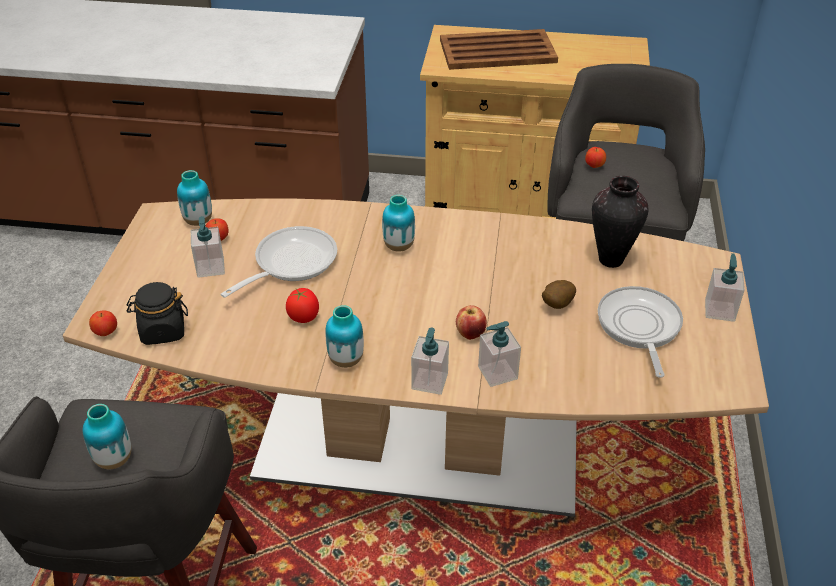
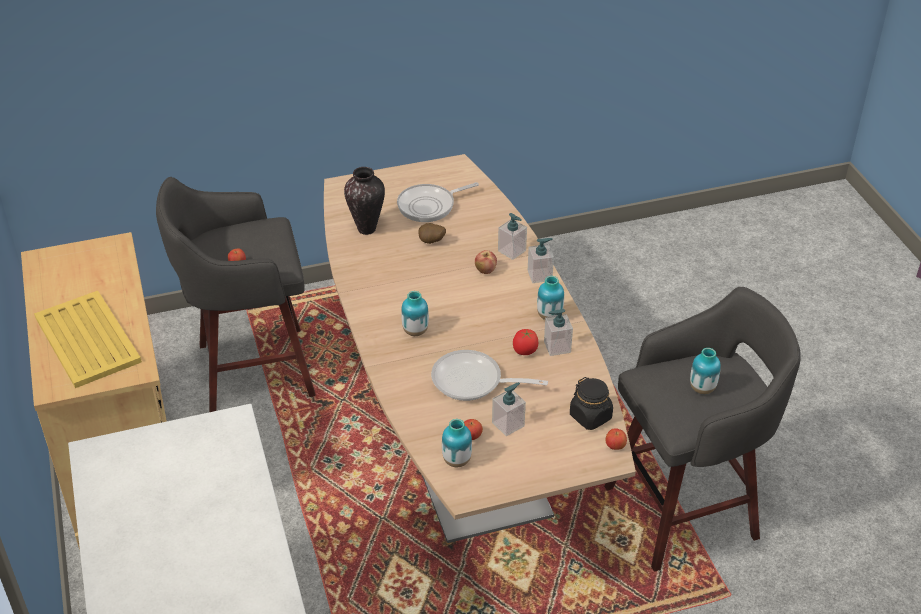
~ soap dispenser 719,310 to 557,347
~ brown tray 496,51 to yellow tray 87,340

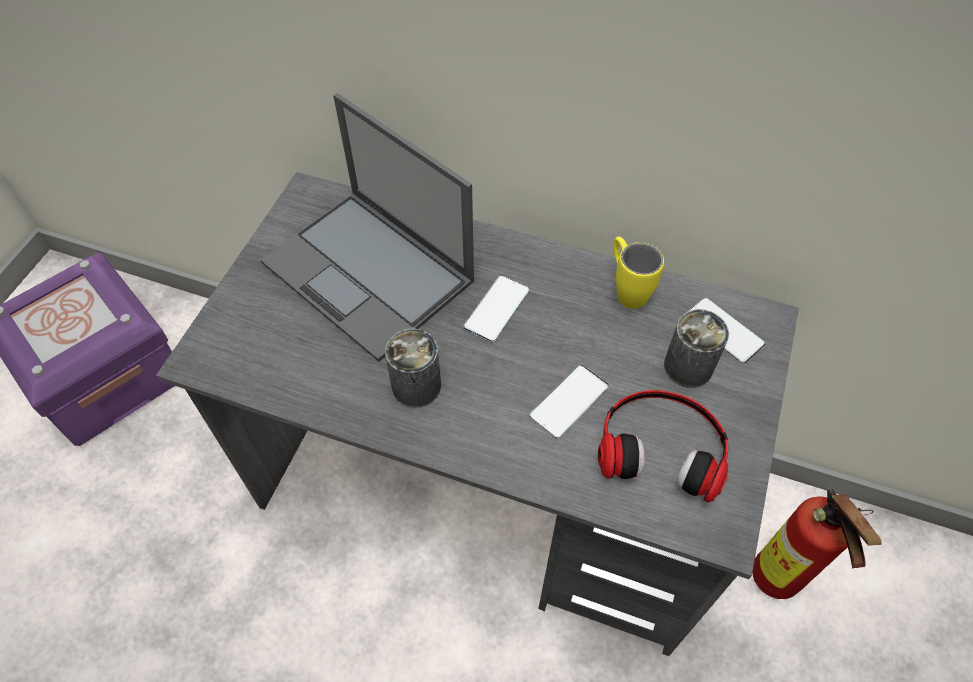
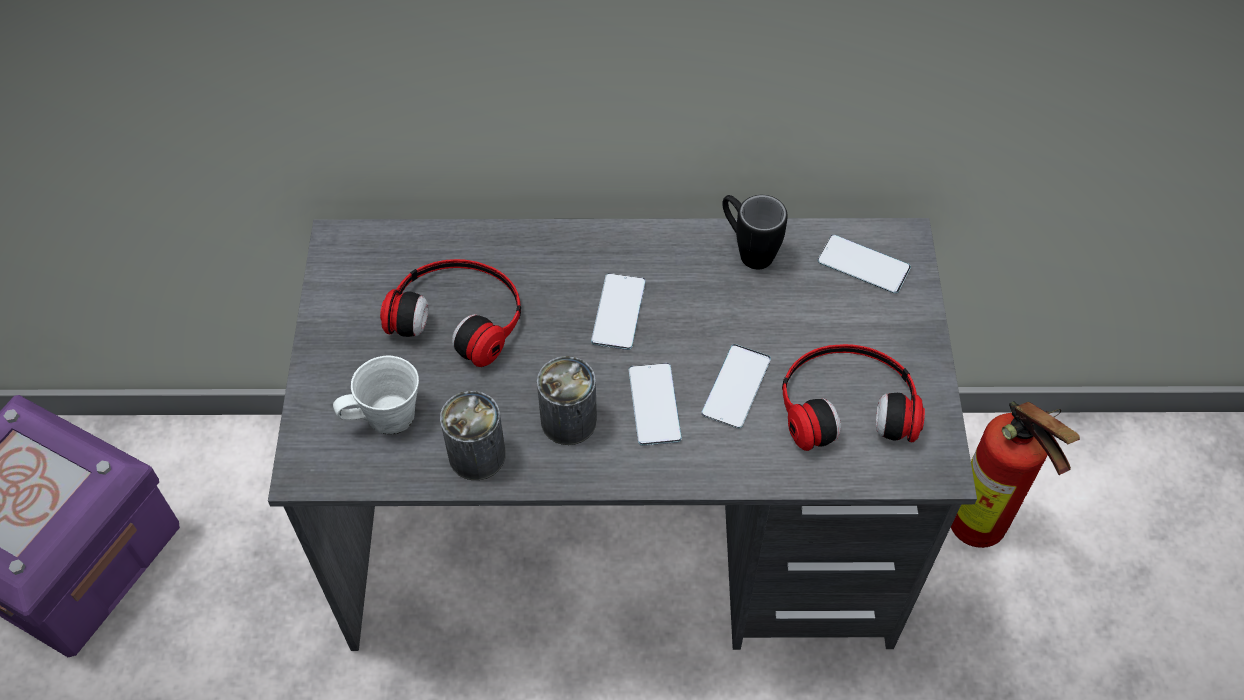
+ white mug 387,416
+ phone 654,404
~ can 688,366 to 477,455
~ laptop 370,273 to headphones 459,313
~ yellow mug 626,289 to black mug 747,250

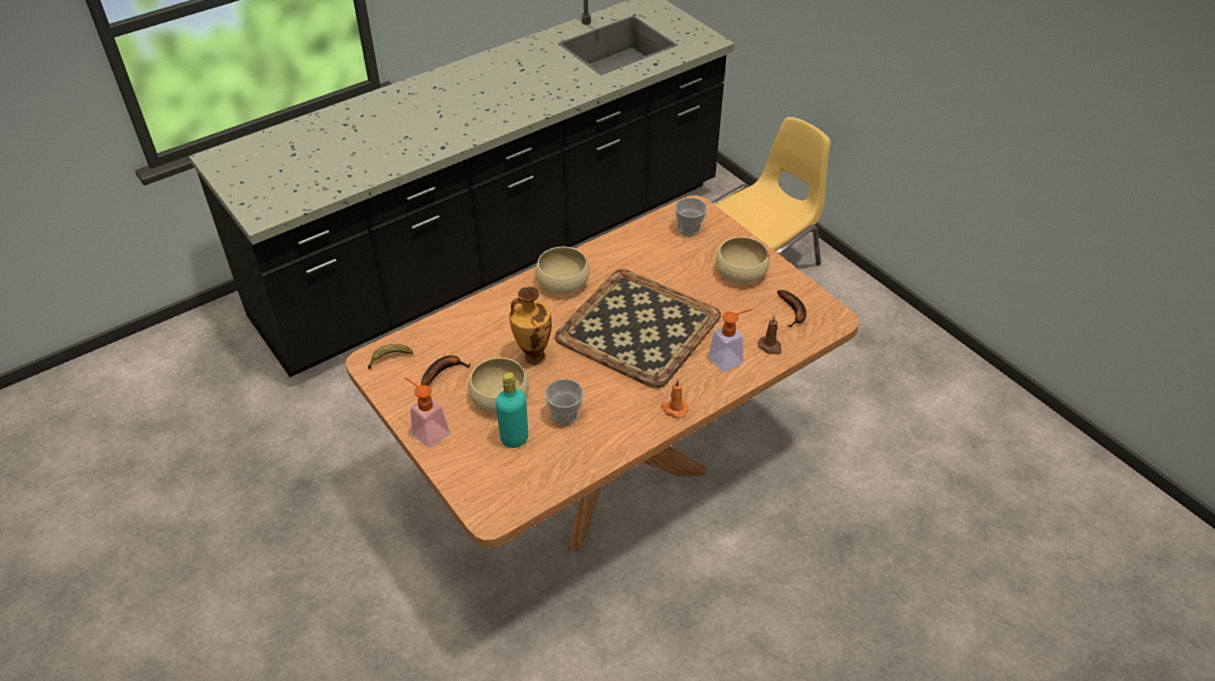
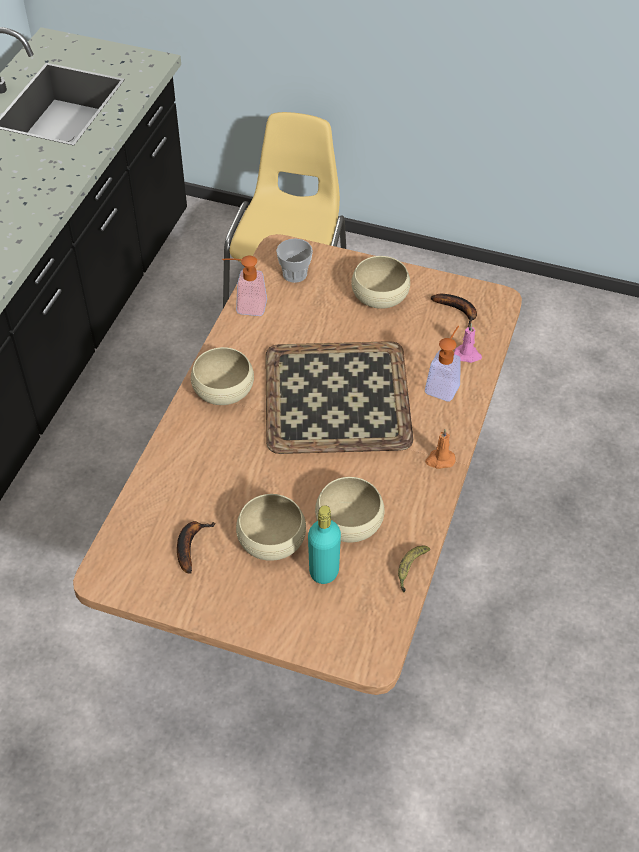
- vase 533,357
~ banana 389,359 to 410,569
~ soap dispenser 426,431 to 245,306
~ cup 565,415 to beige bowl 349,521
~ brown candle 770,347 to pink candle 468,355

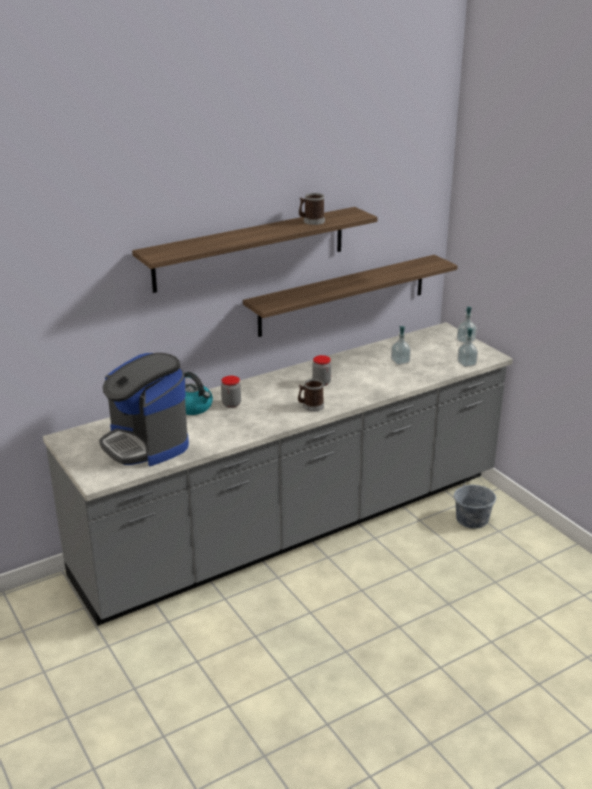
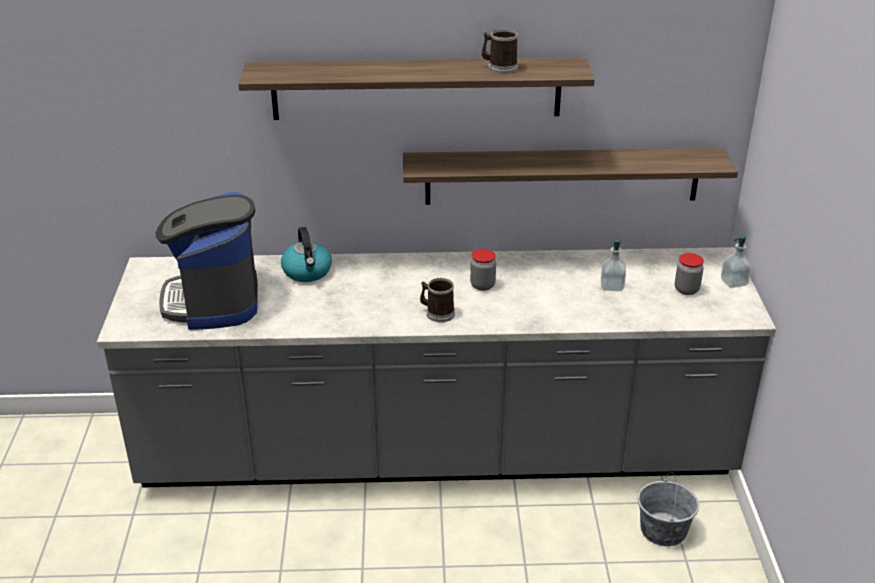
- soap dispenser 466,363
~ jar 231,404 to 686,289

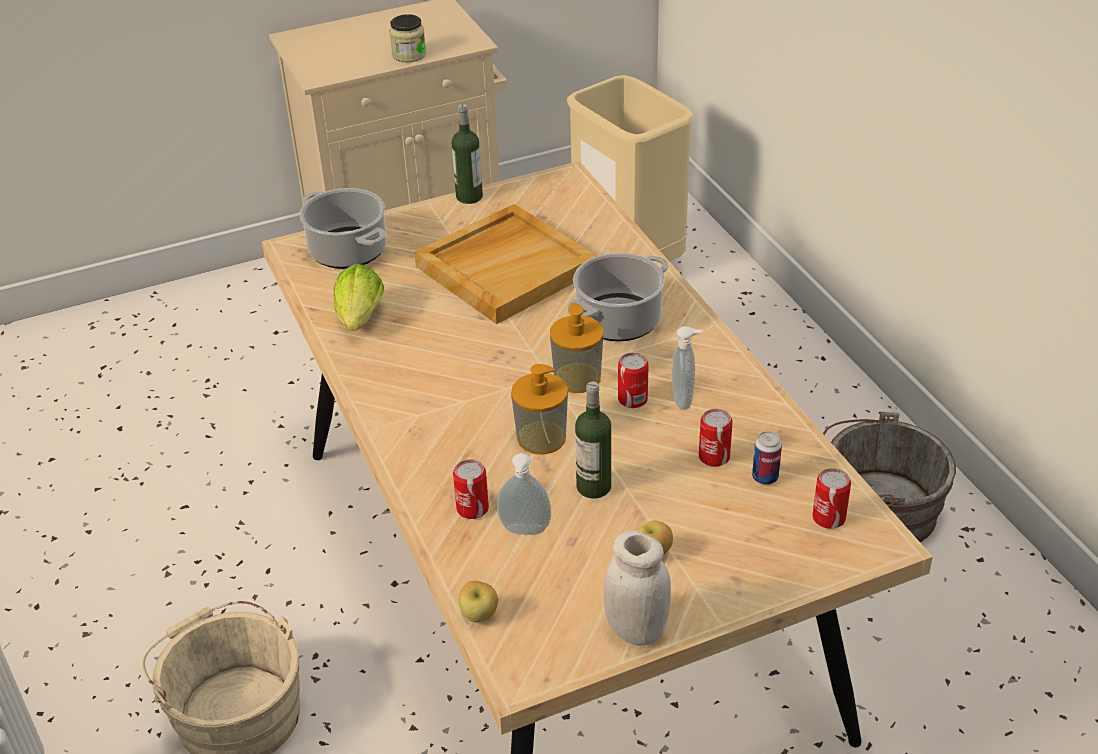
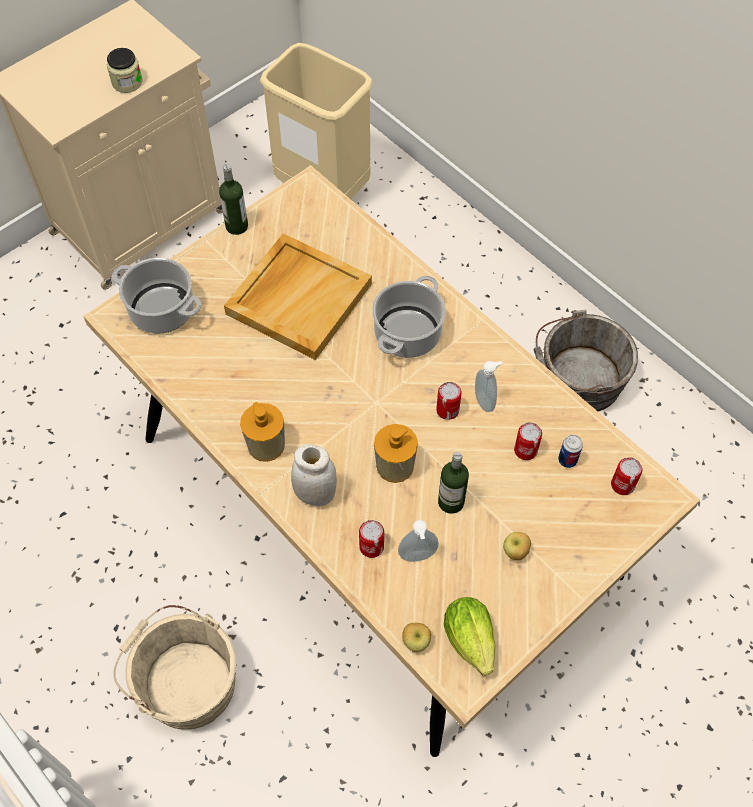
~ lettuce 359,321 to 472,644
~ soap dispenser 577,378 to 266,445
~ white jar 636,630 to 315,494

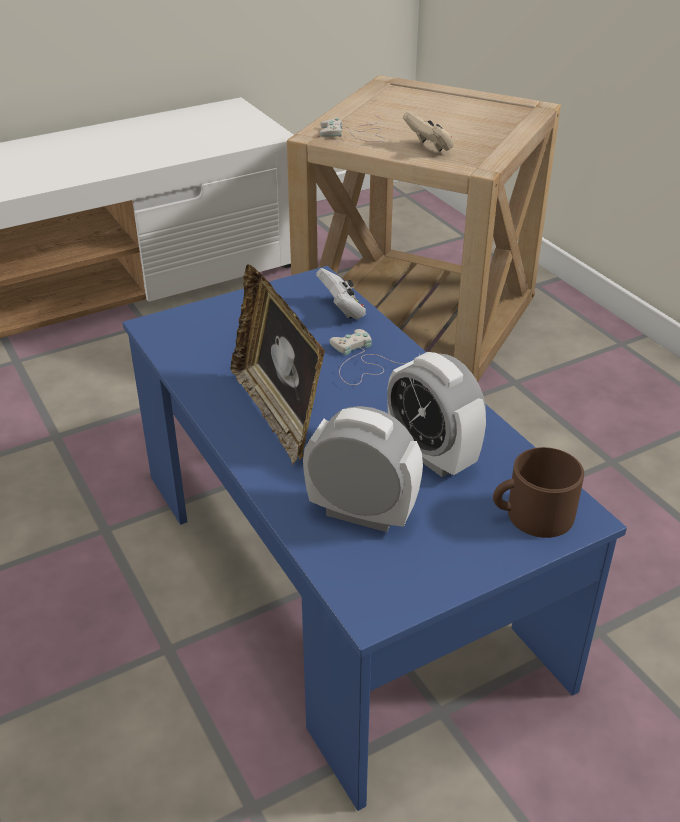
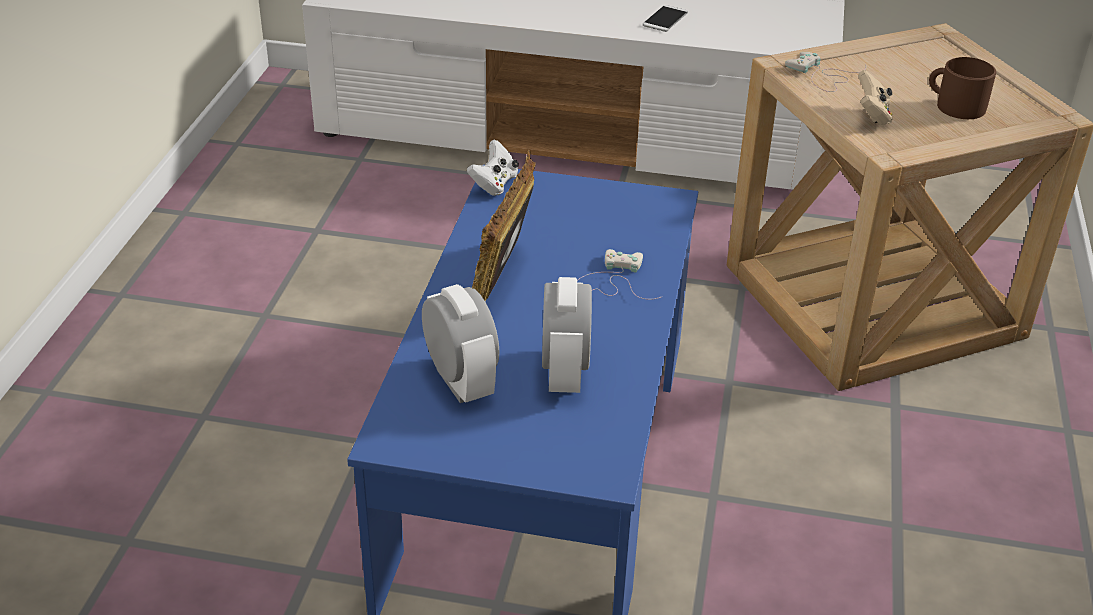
+ phone 665,19
~ white game controller 342,310 to 494,184
~ brown mug 531,515 to 954,105

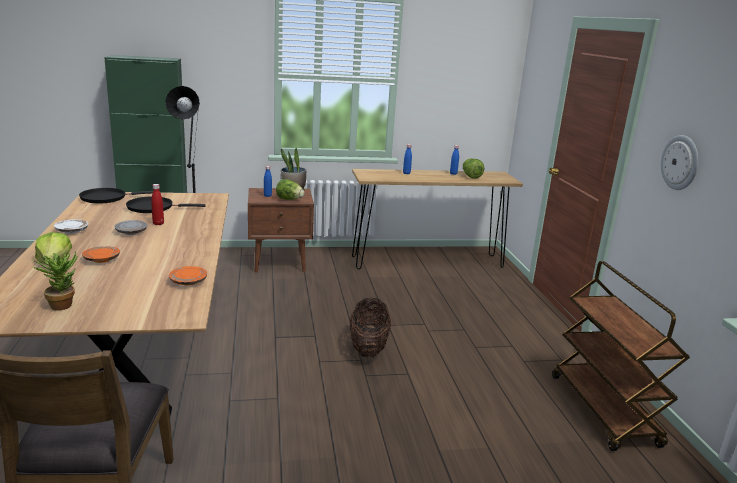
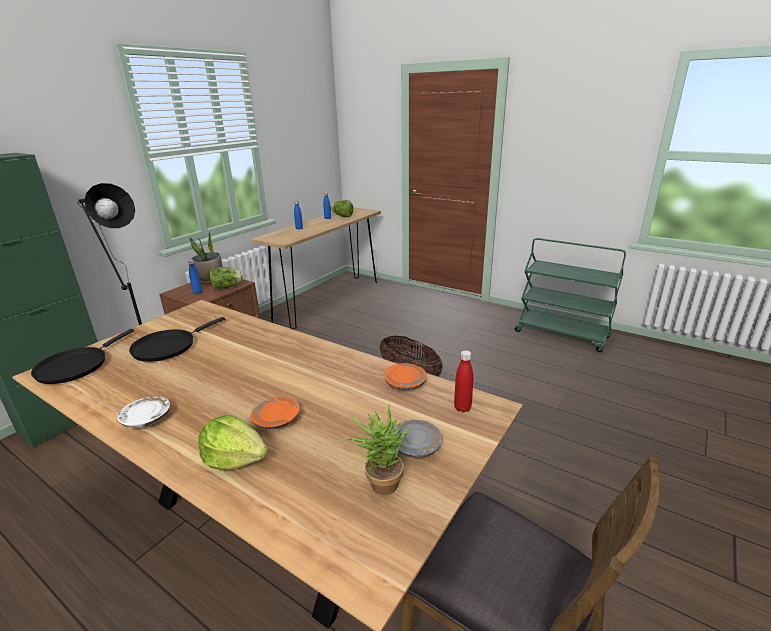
- wall clock 680,162
~ grey plate 131,232 to 416,446
~ red bottle 158,223 to 462,408
~ brown cart 604,411 to green cart 562,334

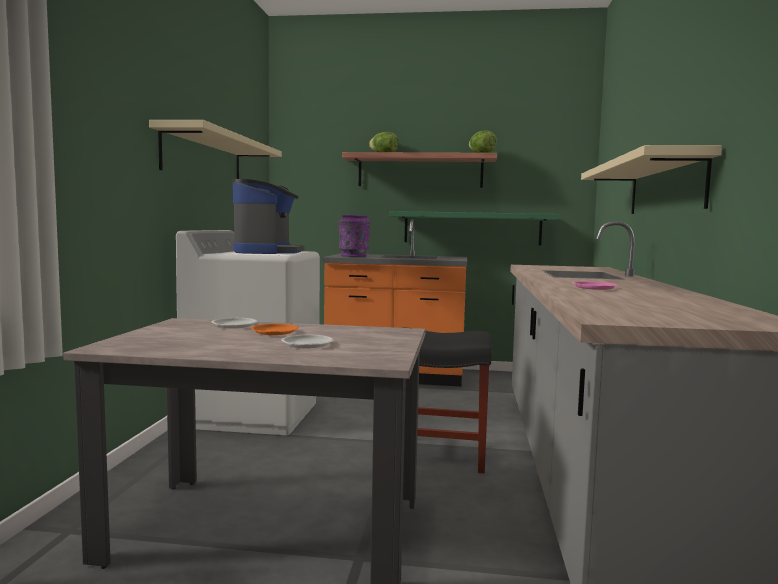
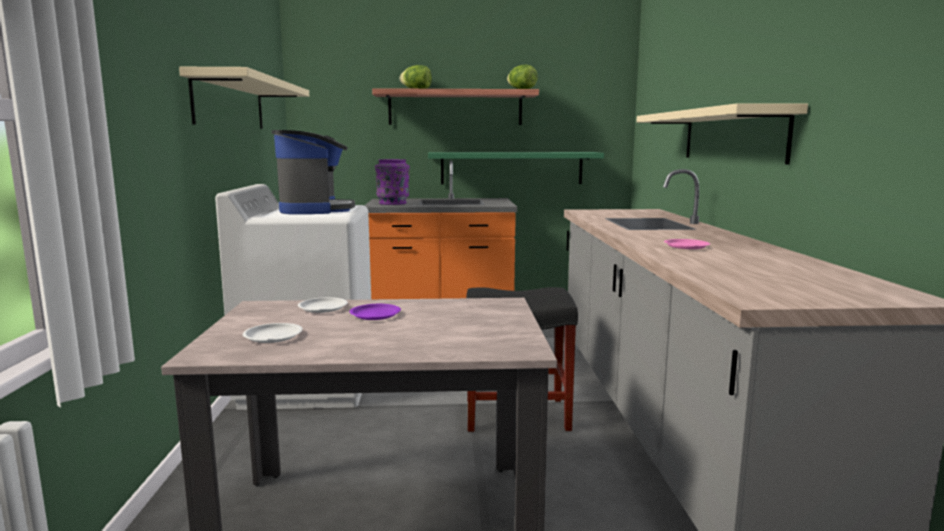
~ white plate 307,344 to 272,336
~ orange plate 274,332 to purple plate 375,315

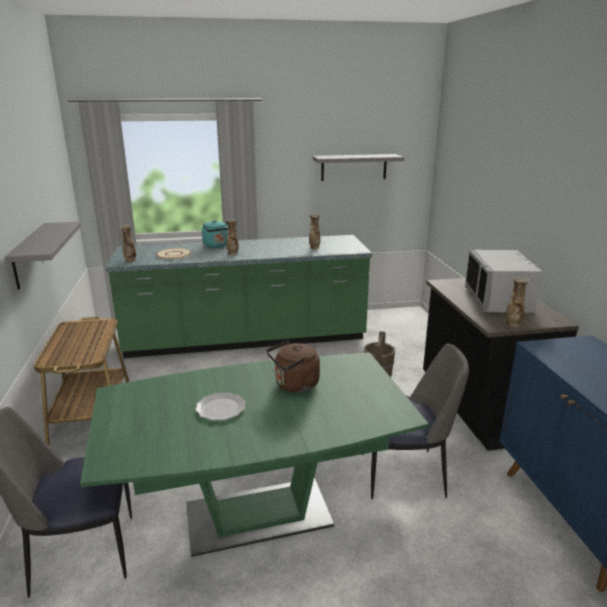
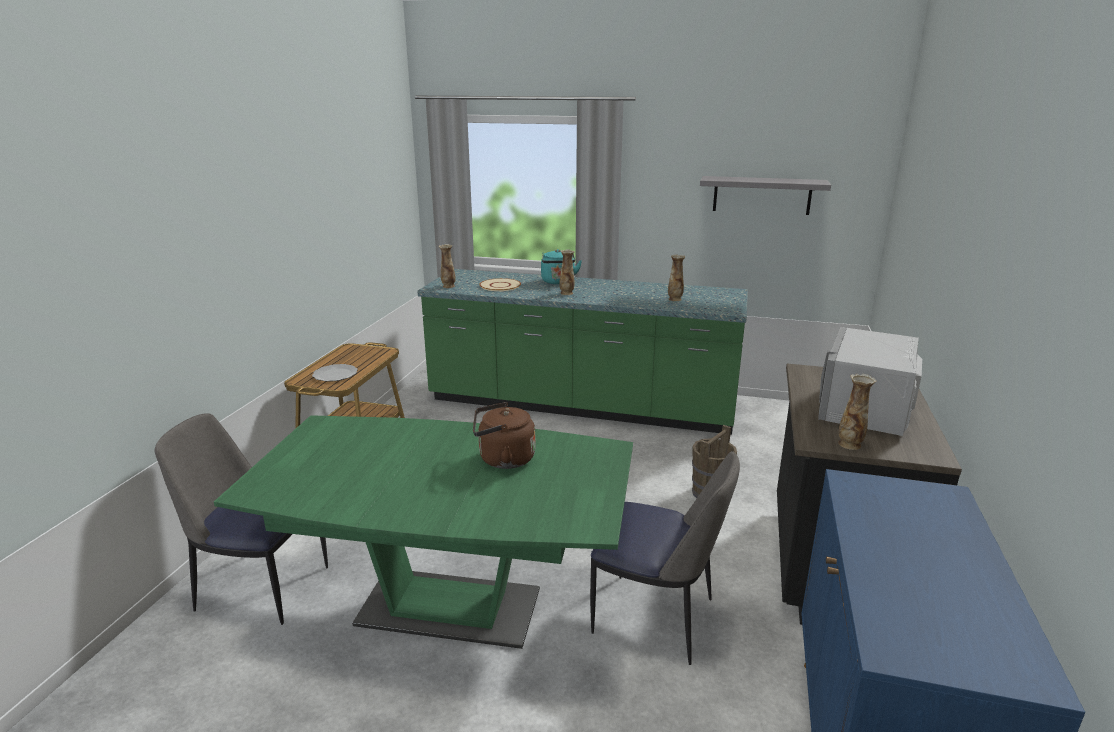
- grey shelf 29,255
~ plate 220,408 to 334,375

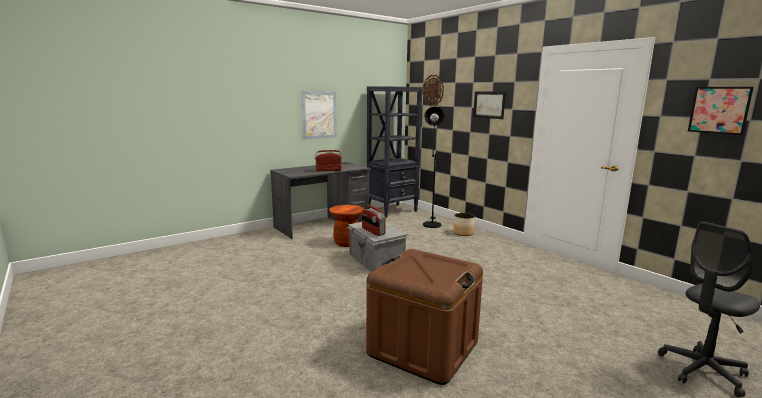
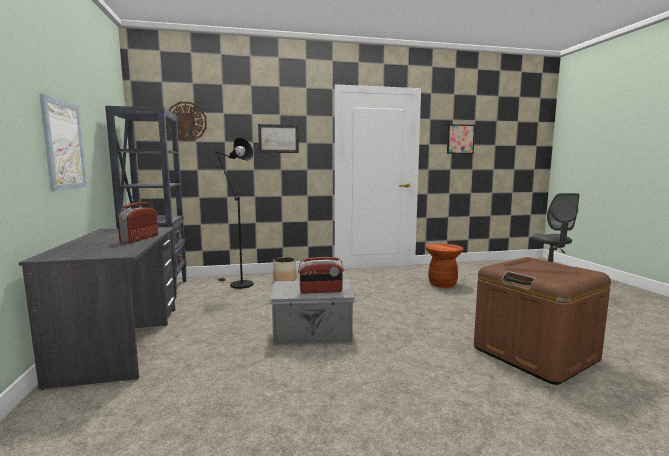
~ brown stool 346,243 to 442,284

